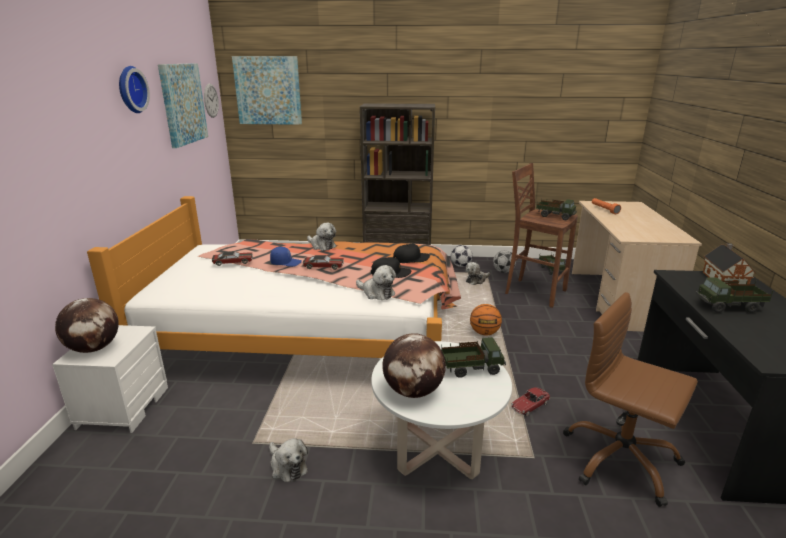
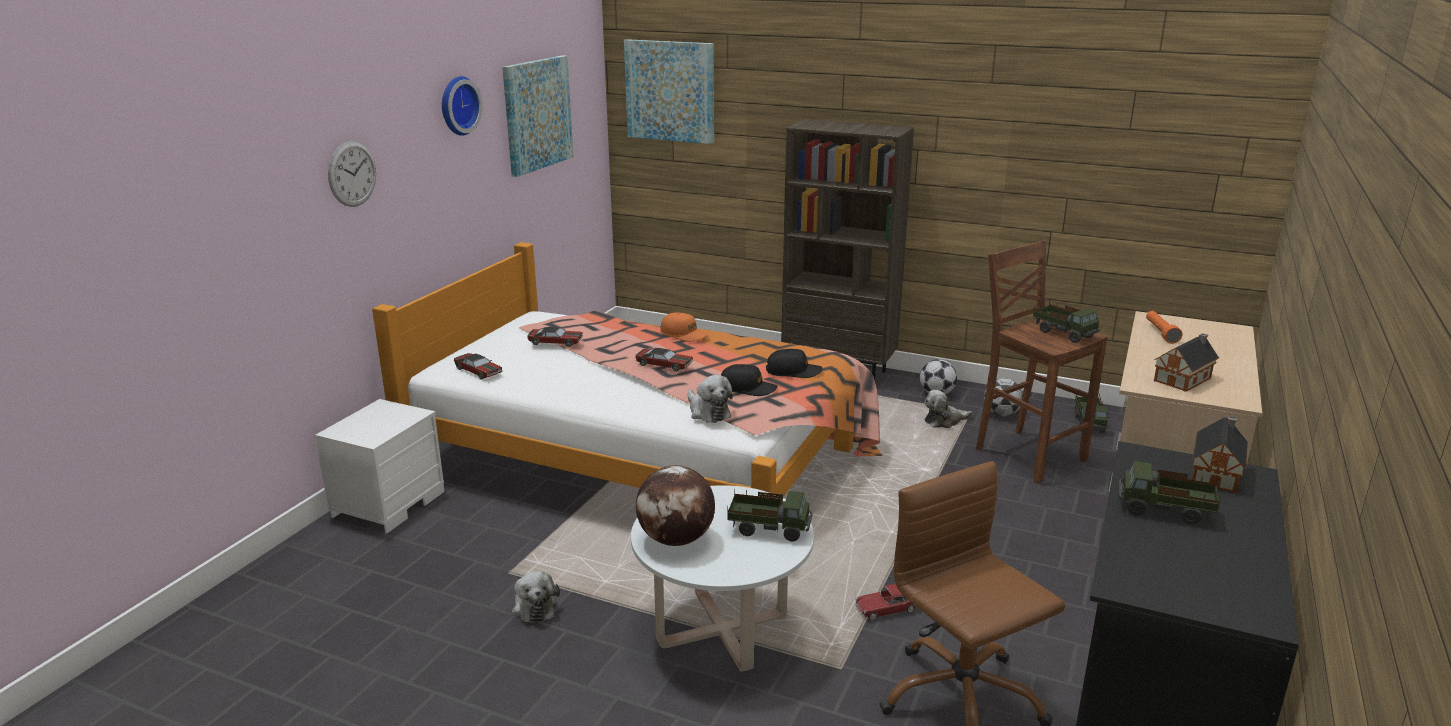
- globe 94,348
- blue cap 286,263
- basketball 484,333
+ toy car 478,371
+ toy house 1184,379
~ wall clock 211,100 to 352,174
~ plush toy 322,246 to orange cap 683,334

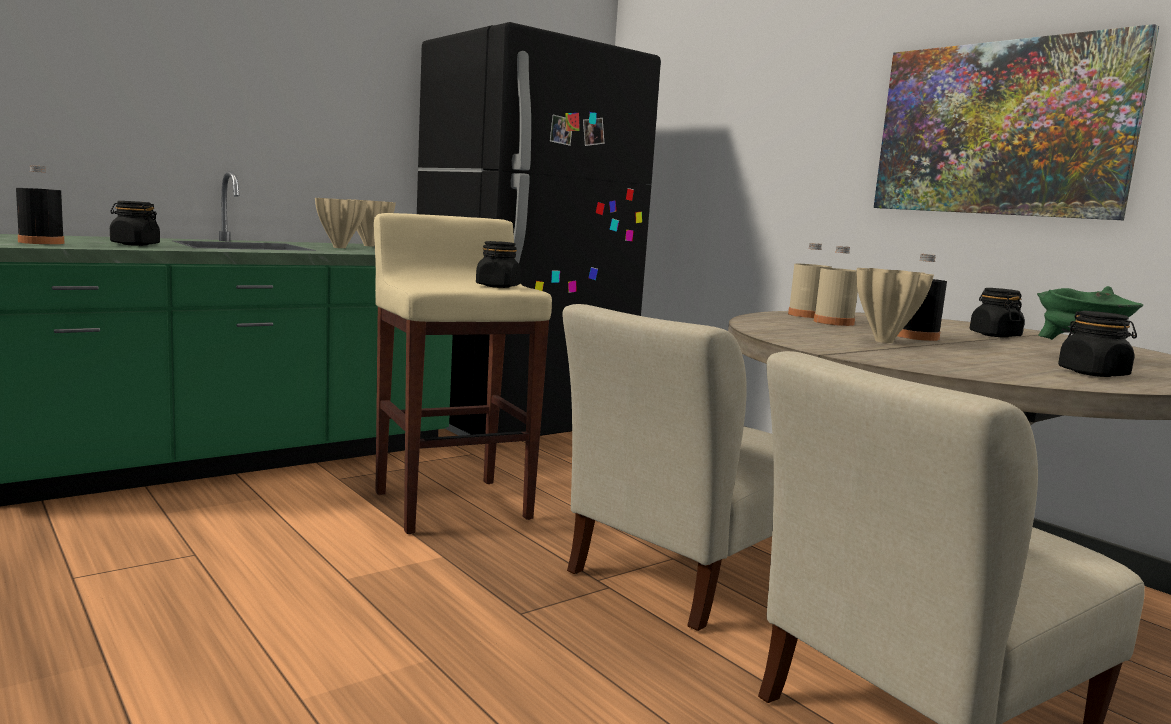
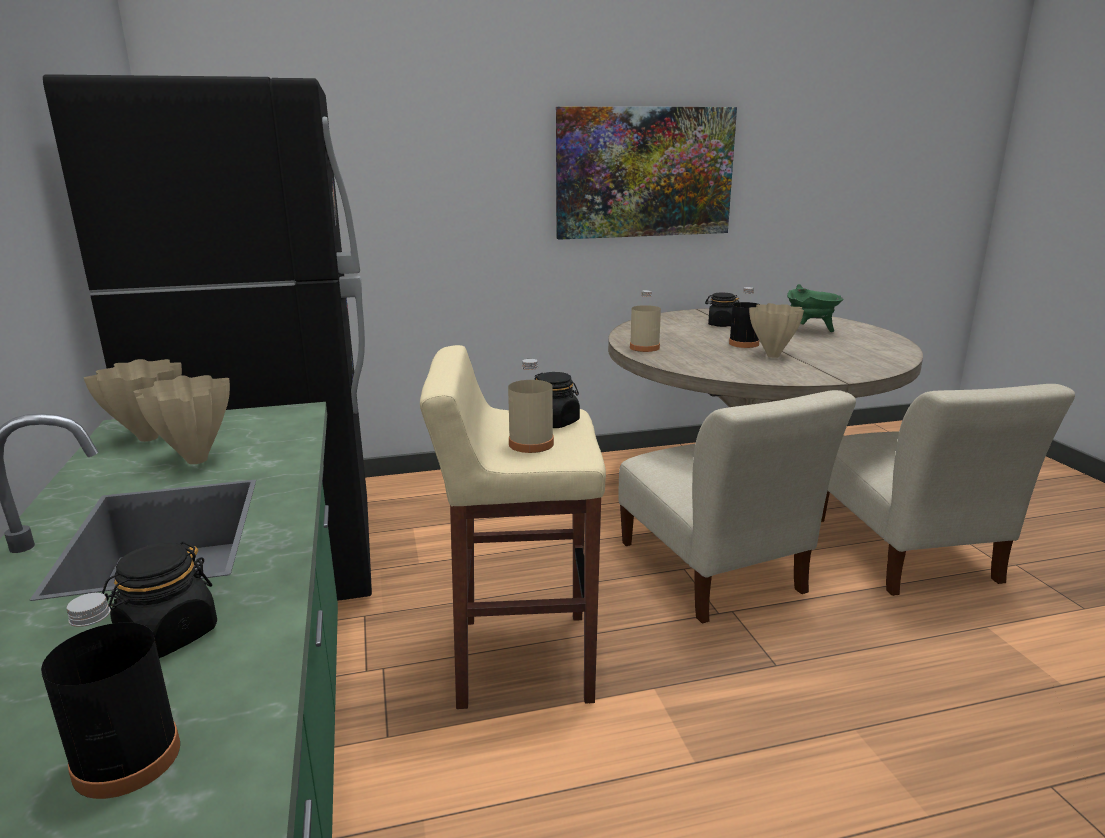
- black jar 1093,373
~ beige bottle 833,322 to 531,444

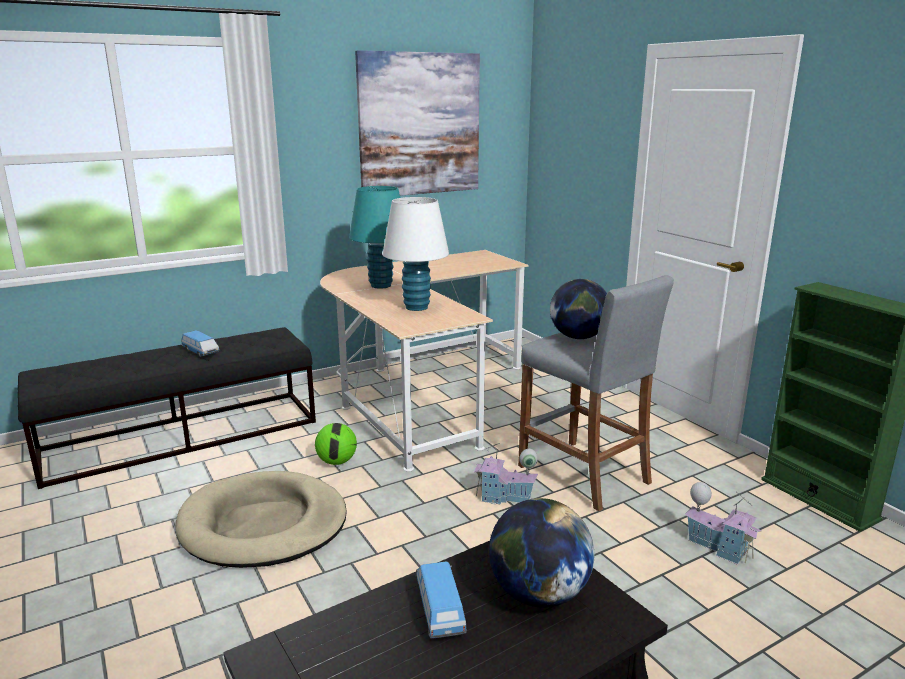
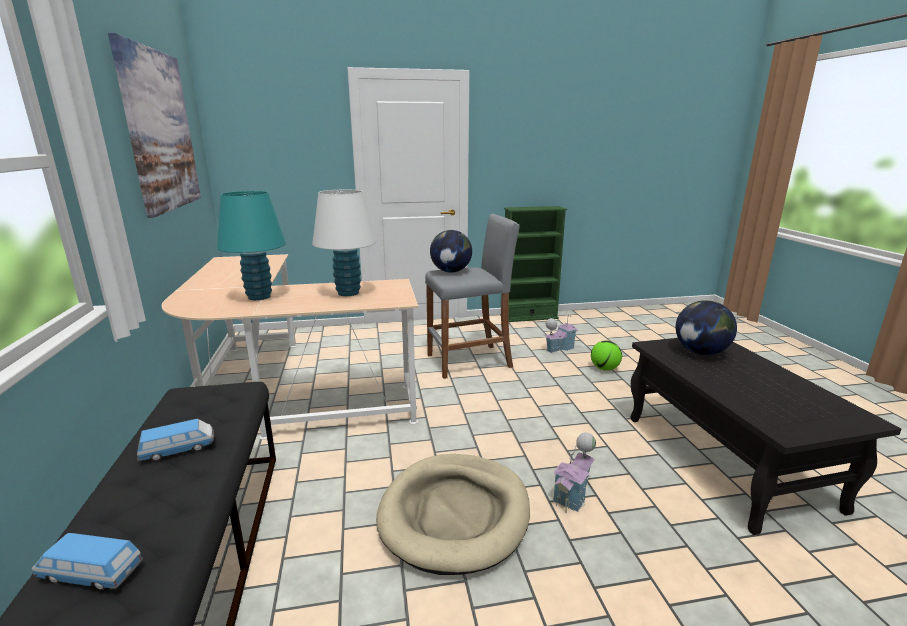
~ football 337,462 to 604,368
~ toy car 439,609 to 90,573
~ toy house 504,497 to 573,494

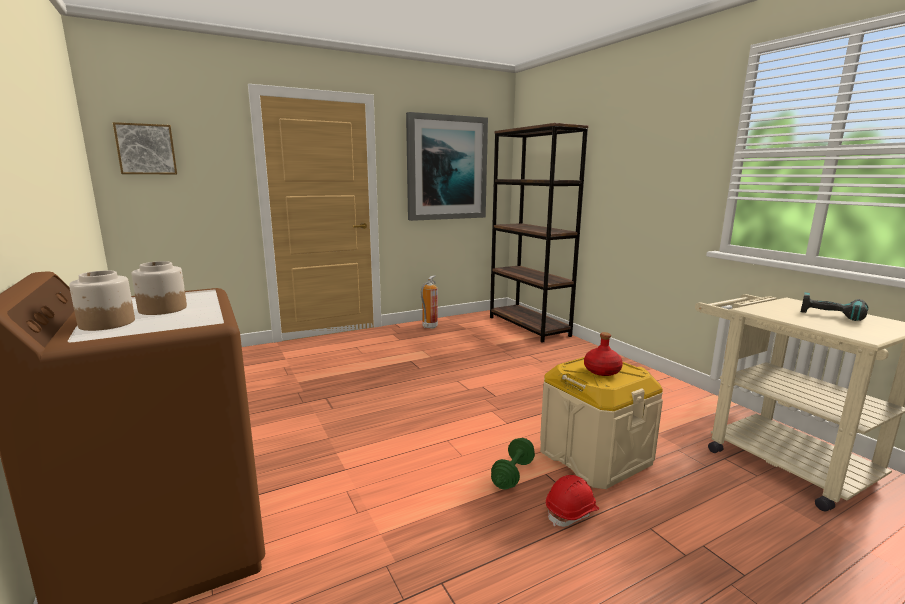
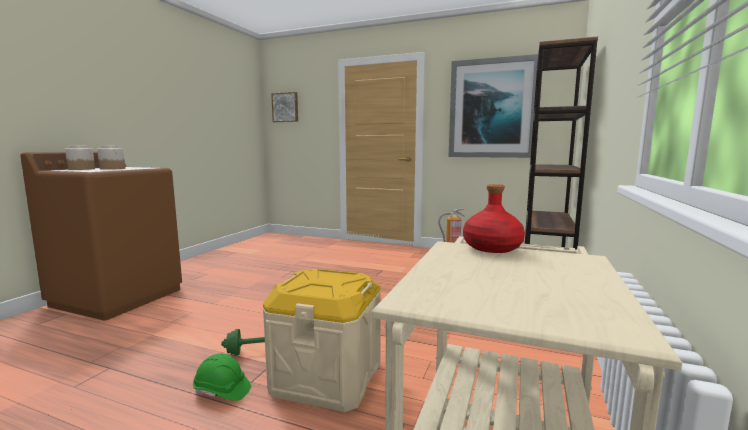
- power drill 832,314
~ red bottle 601,371 to 492,247
~ red hard hat 572,512 to green hard hat 222,391

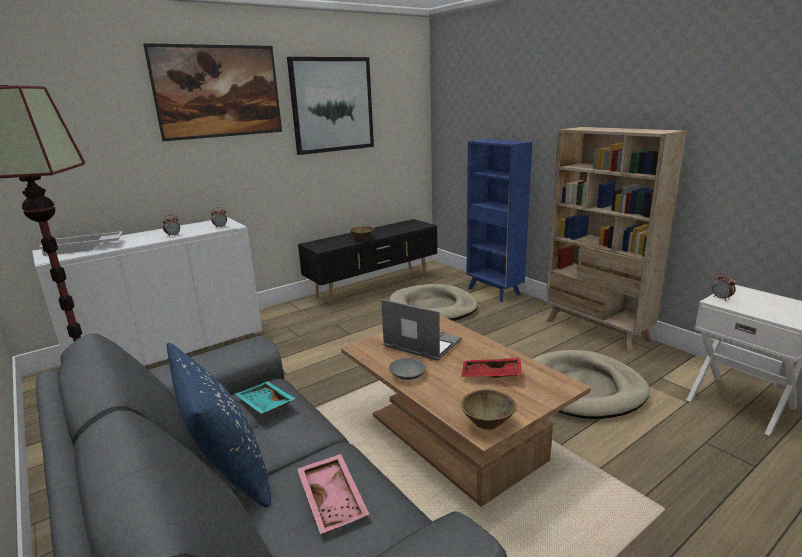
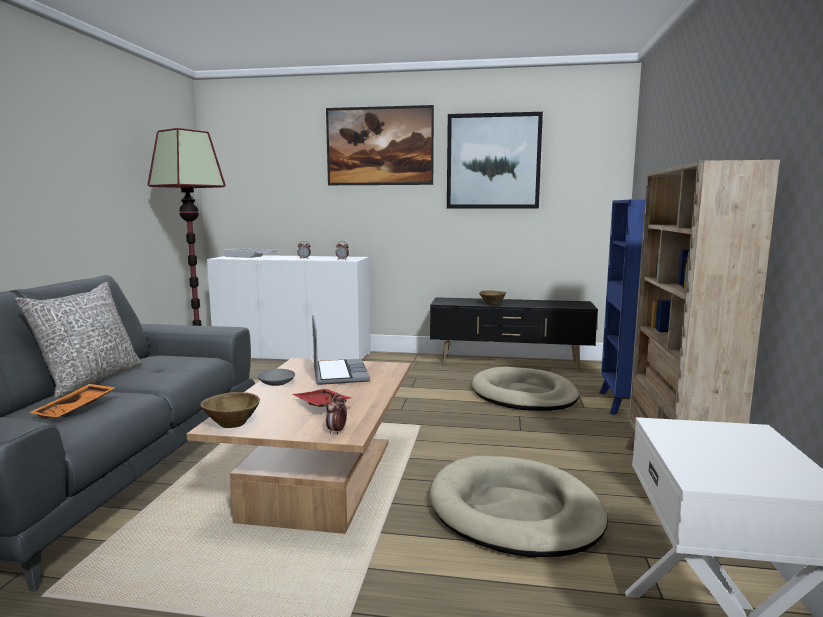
- turquoise tray 264,405
~ alarm clock 721,298 to 337,431
~ blue pillow 227,470 to grey pillow 90,380
~ pink tray 334,500 to orange tray 76,409

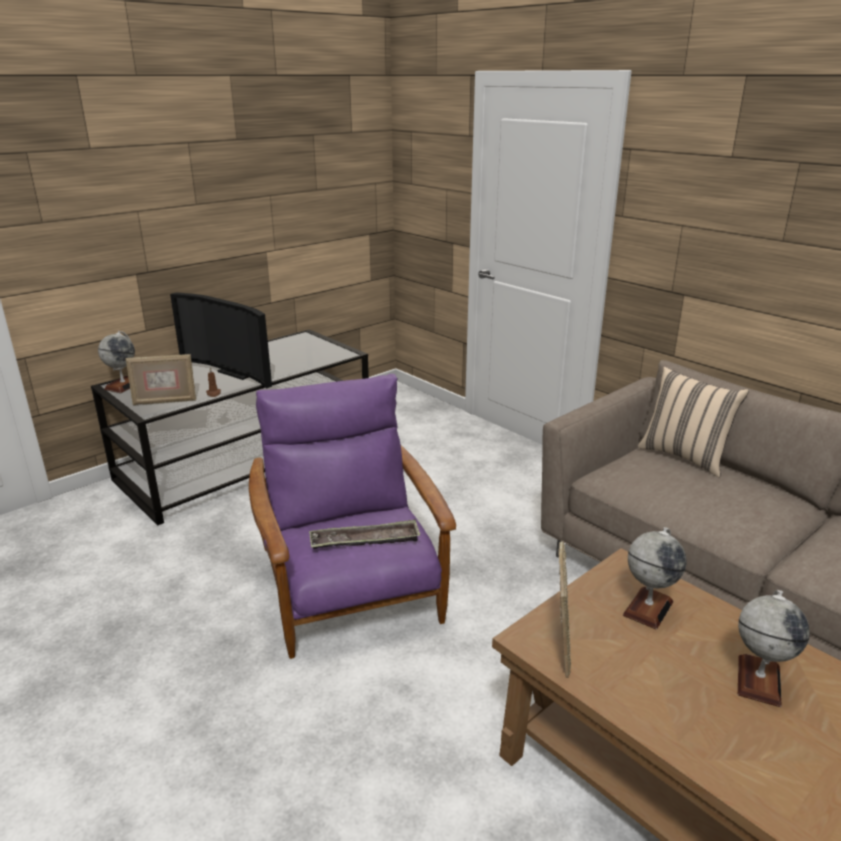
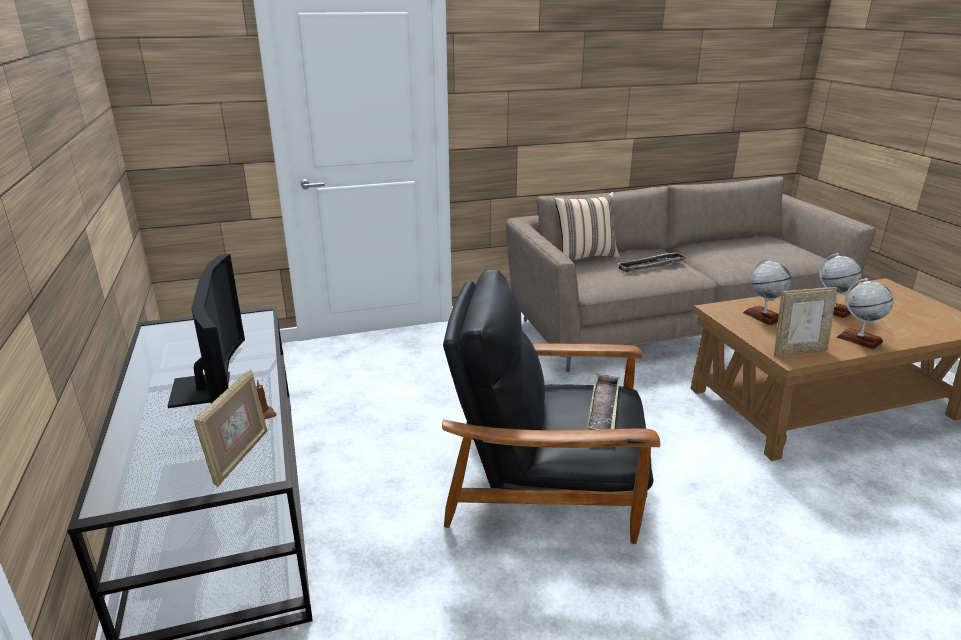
+ tray 651,266
~ globe 123,385 to 859,339
~ purple armchair 349,586 to black armchair 546,483
~ television 237,372 = 211,389 75 degrees counterclockwise
~ picture frame 559,645 = 798,351 135 degrees clockwise

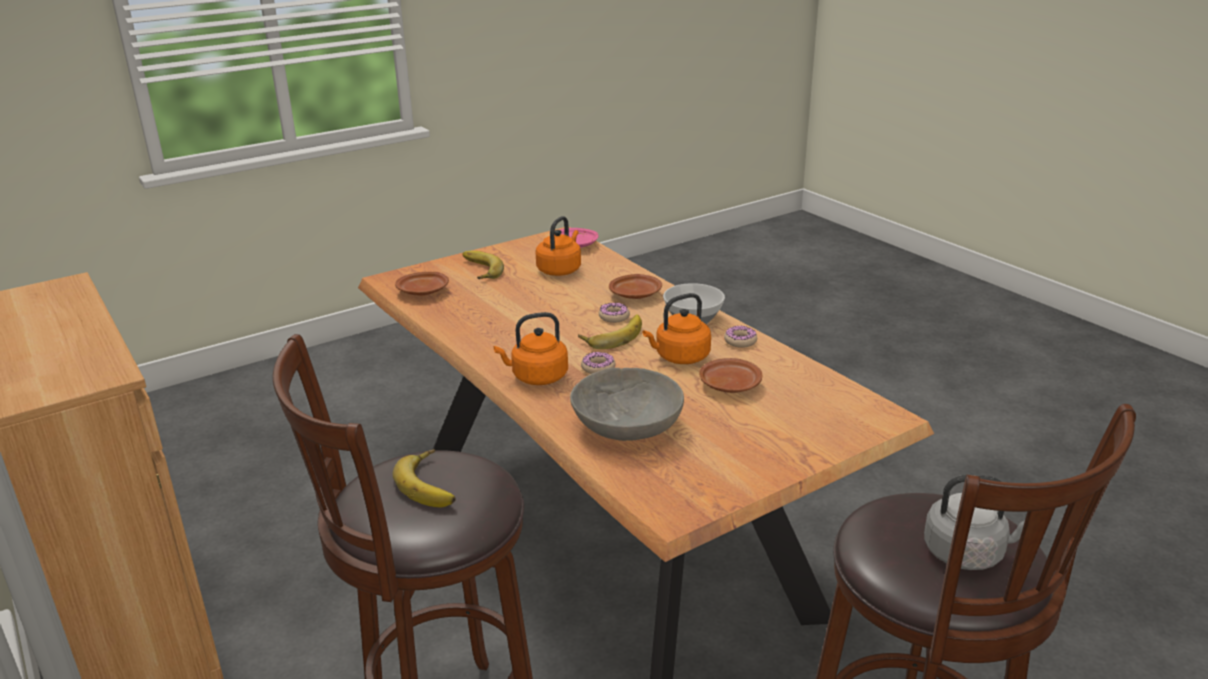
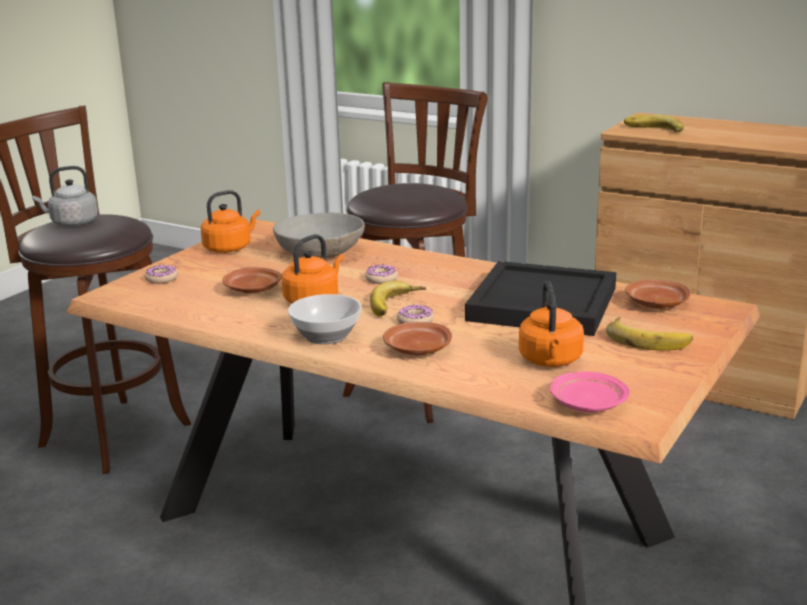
+ black tray 541,304
~ banana 432,484 to 653,130
~ orange kettle 536,377 to 230,248
~ donut 740,341 to 162,279

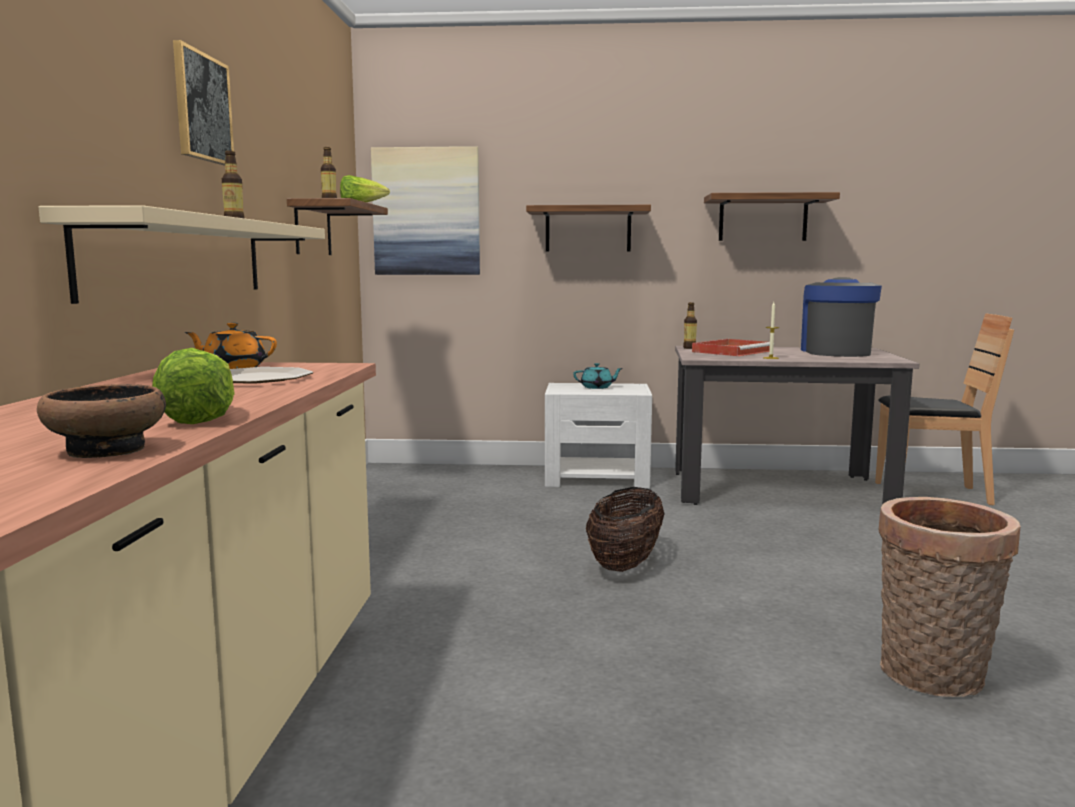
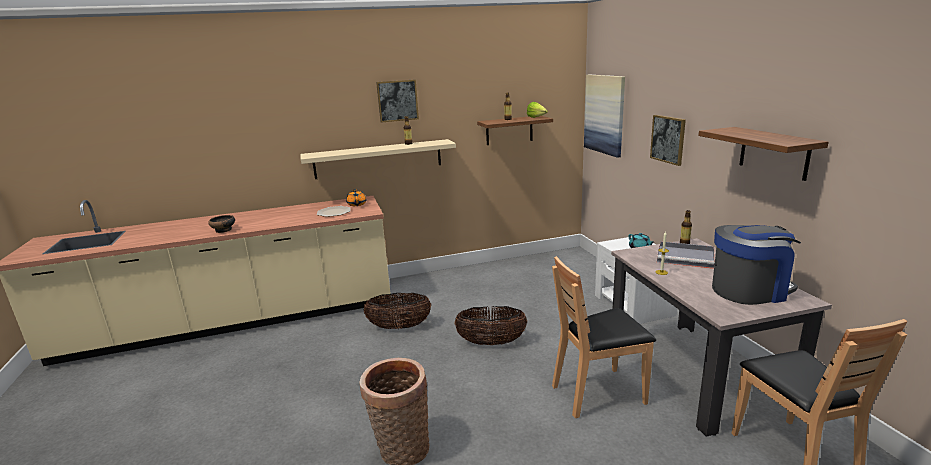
- lettuce 201,418
+ basket 399,327
+ brown chair 598,393
~ shelf 588,230 to picture 668,139
~ red tray 732,351 to grey tray 686,257

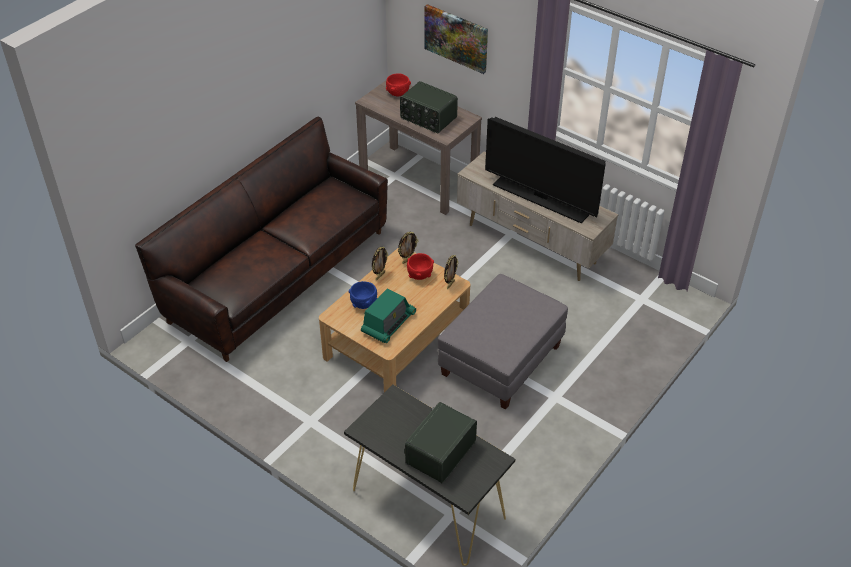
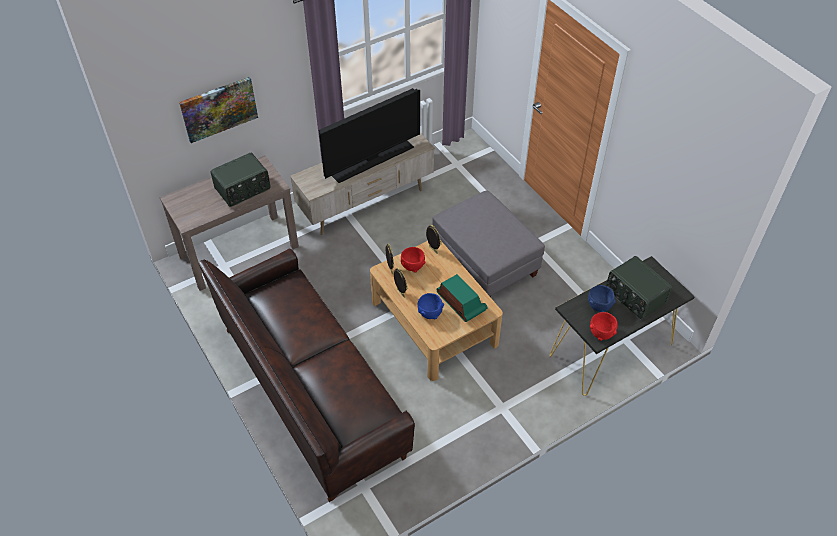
+ blue bowl 599,306
~ red bowl 398,93 to 601,333

